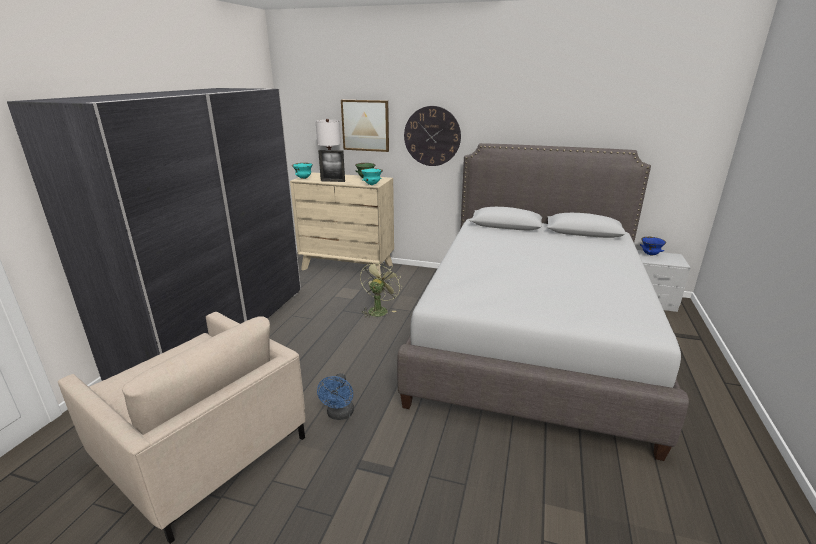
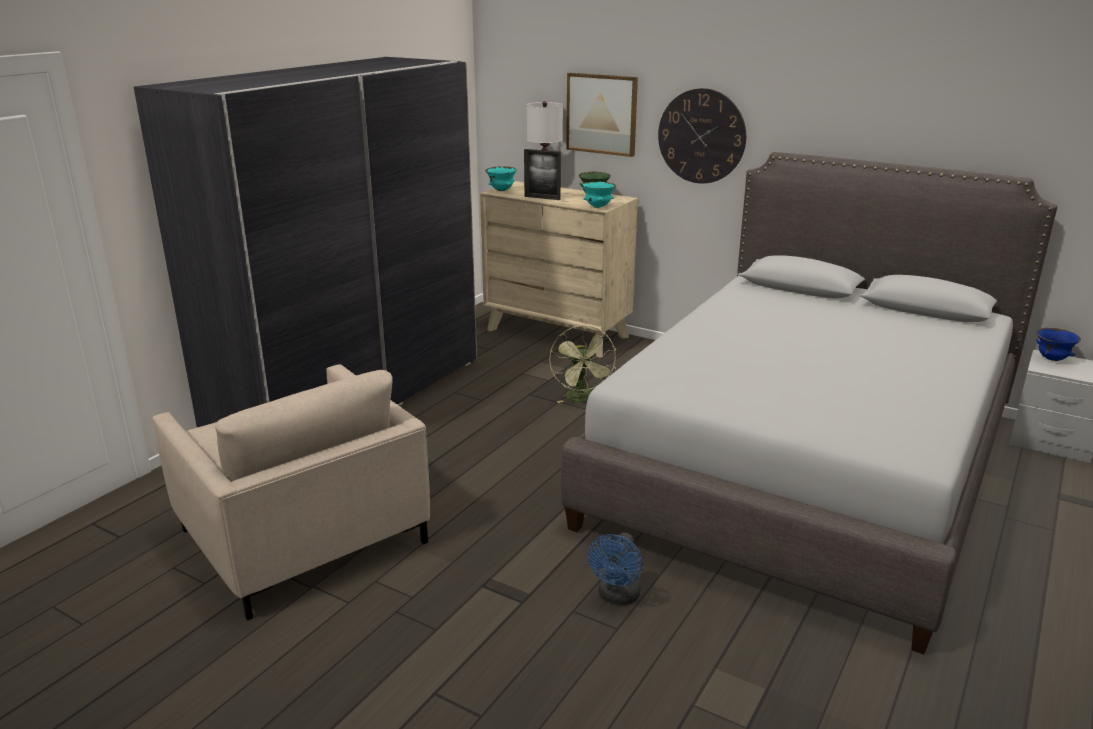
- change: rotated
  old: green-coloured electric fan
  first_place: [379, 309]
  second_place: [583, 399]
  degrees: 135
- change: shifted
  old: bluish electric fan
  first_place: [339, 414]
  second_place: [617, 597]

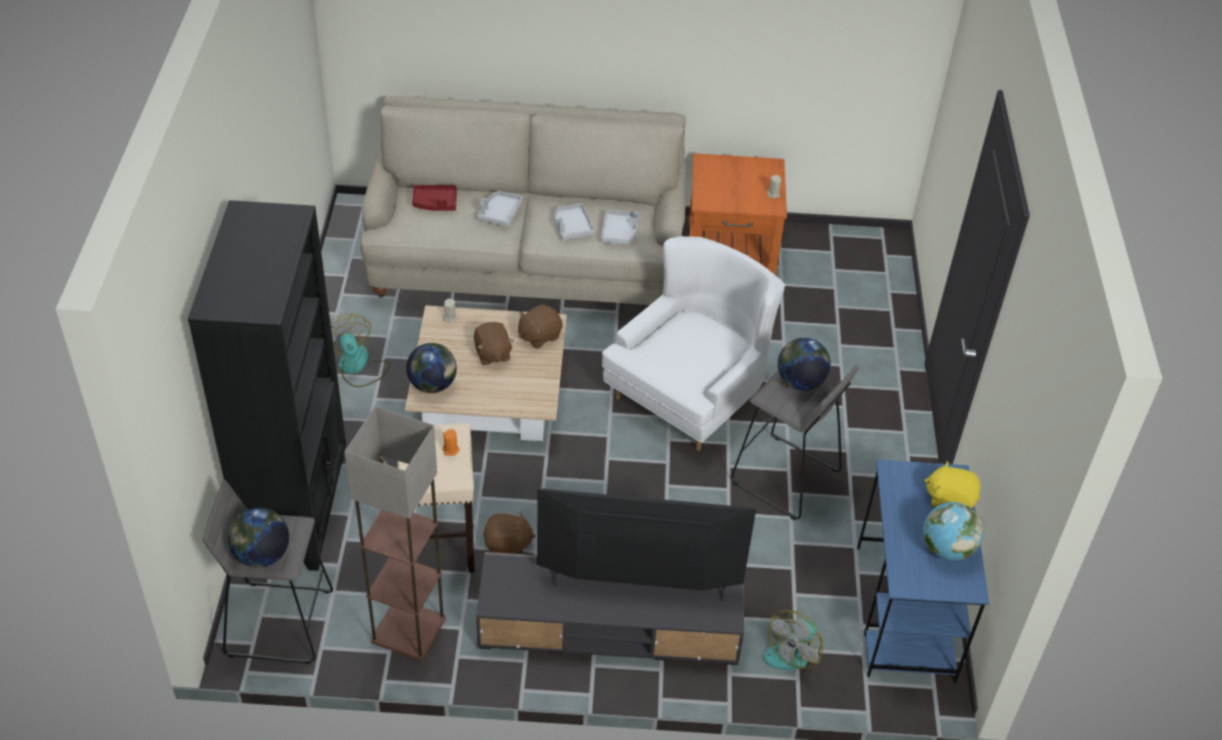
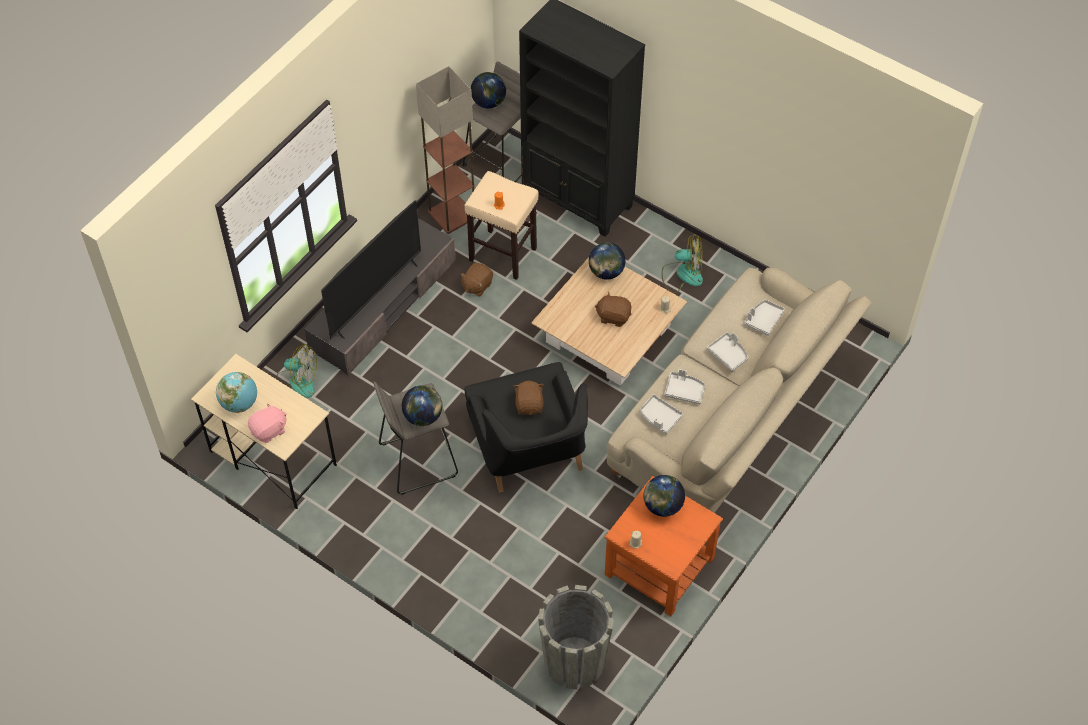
- change: repainted
  old: red tray
  new: grey tray
  first_place: [435, 203]
  second_place: [763, 320]
- change: repainted
  old: whitish easy chair
  new: blackish easy chair
  first_place: [690, 393]
  second_place: [529, 449]
- change: shifted
  old: brownish cuddly toy
  first_place: [539, 336]
  second_place: [529, 405]
- change: repainted
  old: bluish desk table
  new: beige-coloured desk table
  first_place: [905, 613]
  second_place: [272, 457]
- change: repainted
  old: yellowish cuddly toy
  new: pinkish cuddly toy
  first_place: [950, 499]
  second_place: [269, 430]
- change: rotated
  old: electric fan
  first_place: [793, 650]
  second_place: [295, 383]
  degrees: 120
- change: new
  new: globe
  second_place: [662, 506]
- change: new
  new: grey planter
  second_place: [574, 661]

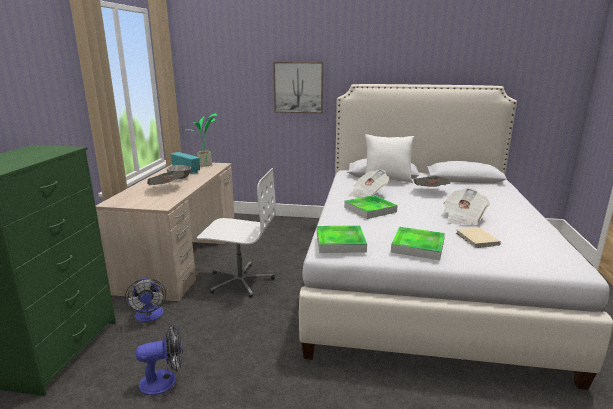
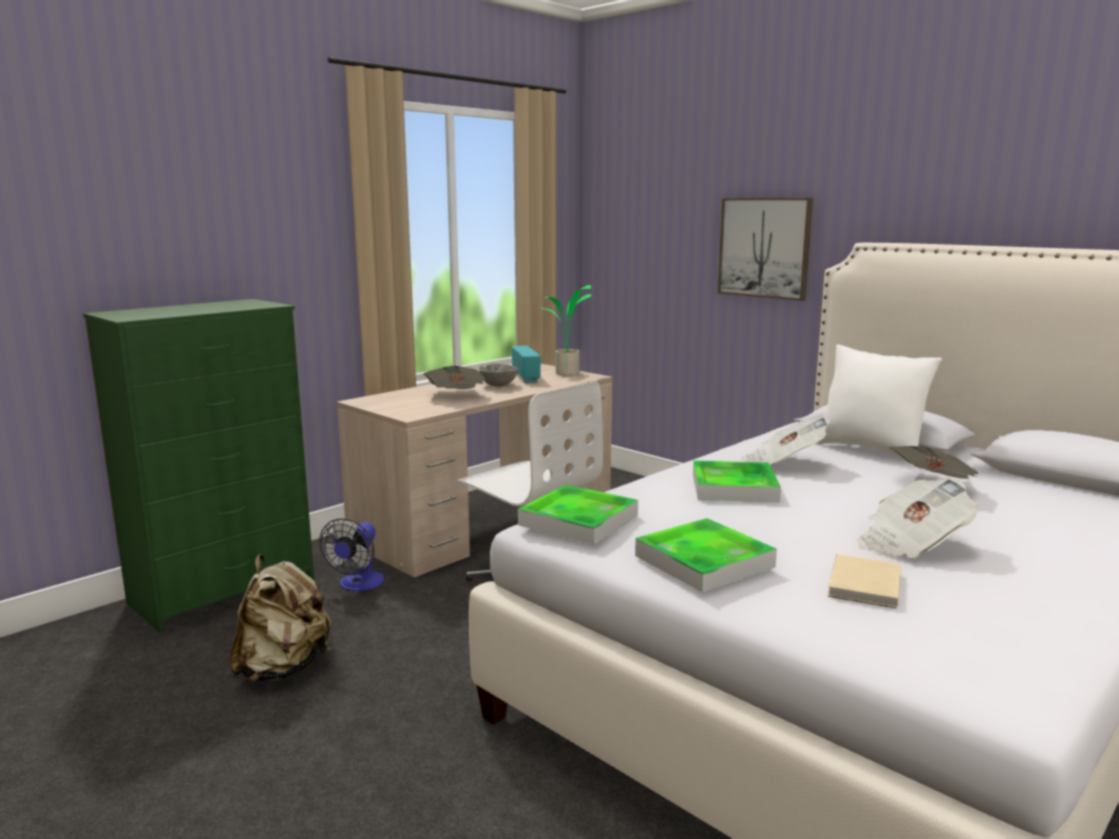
- change: swapped
  old: electric fan
  new: beige-coloured backpack
  first_place: [165, 381]
  second_place: [283, 669]

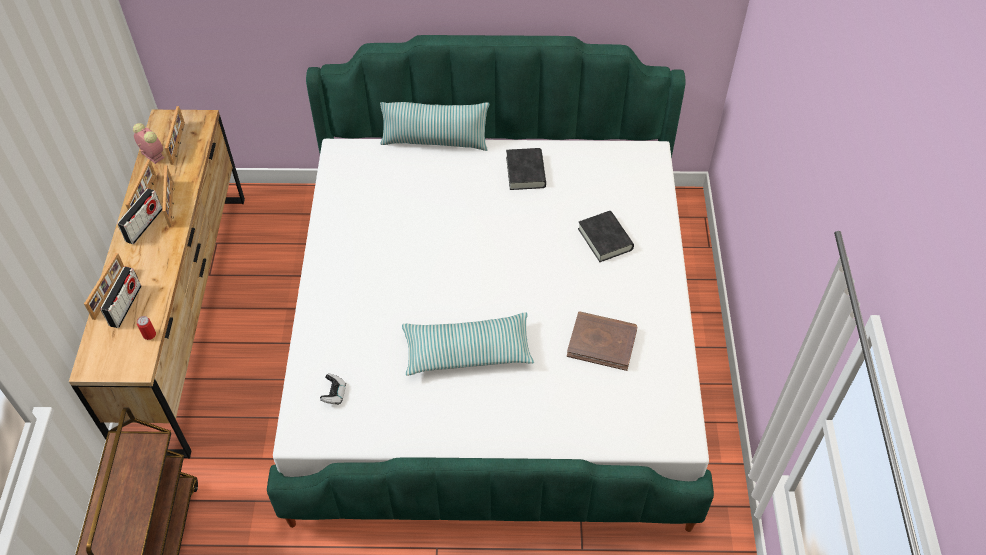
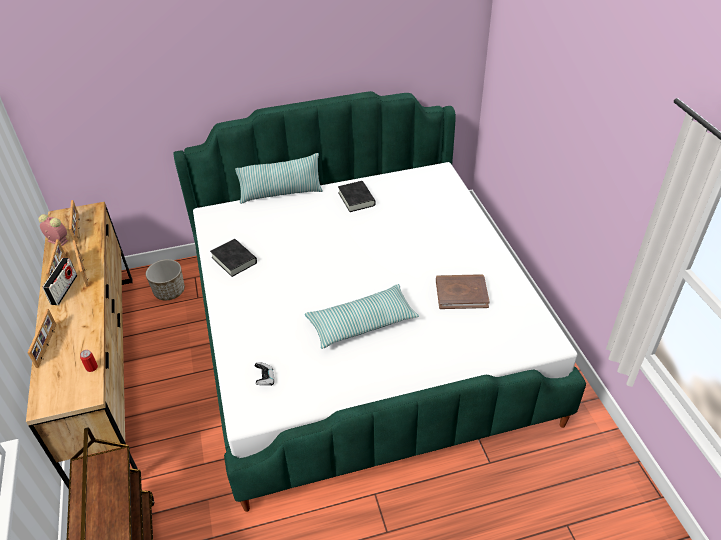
- change: shifted
  old: blackish bound book
  first_place: [605, 239]
  second_place: [234, 260]
- change: gone
  old: radio receiver
  first_place: [125, 306]
- change: new
  new: planter
  second_place: [169, 291]

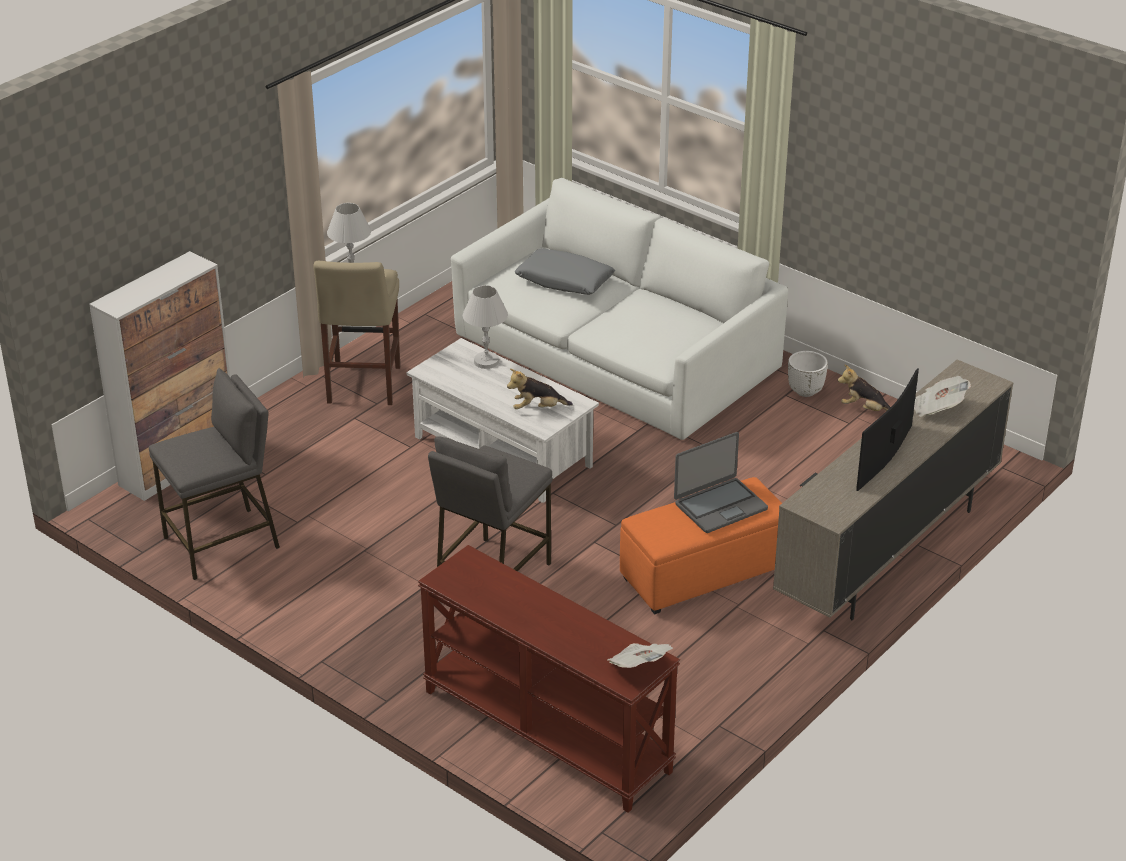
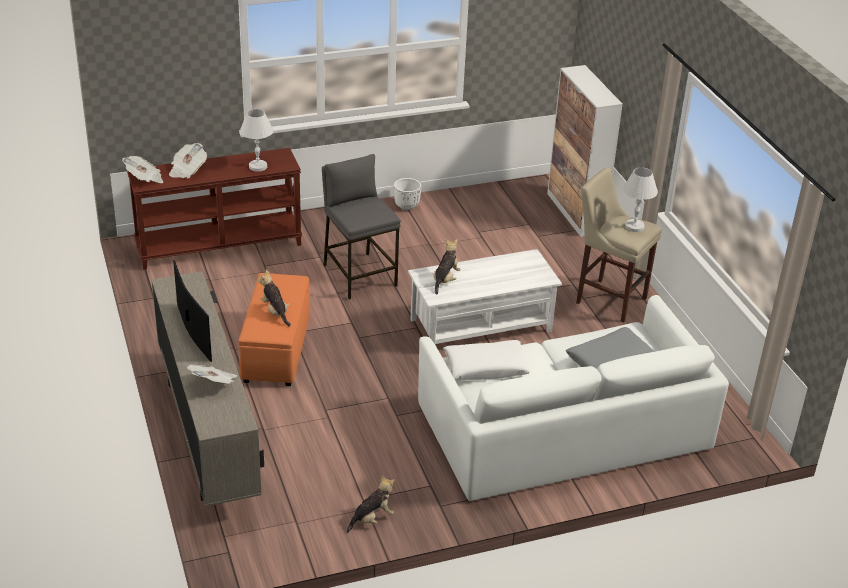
- change: shifted
  old: whitish tabletop lamp
  first_place: [486, 361]
  second_place: [258, 166]
- change: shifted
  old: whitish planter
  first_place: [805, 391]
  second_place: [406, 207]
- change: gone
  old: grey stool
  first_place: [222, 543]
- change: swapped
  old: notebook computer
  new: cuddly toy
  first_place: [720, 506]
  second_place: [275, 312]
- change: new
  new: newspaper
  second_place: [187, 170]
- change: new
  new: whitish pillow
  second_place: [485, 367]

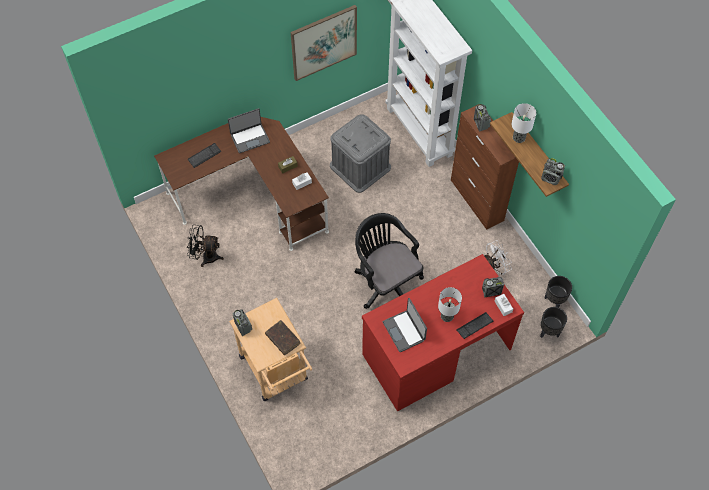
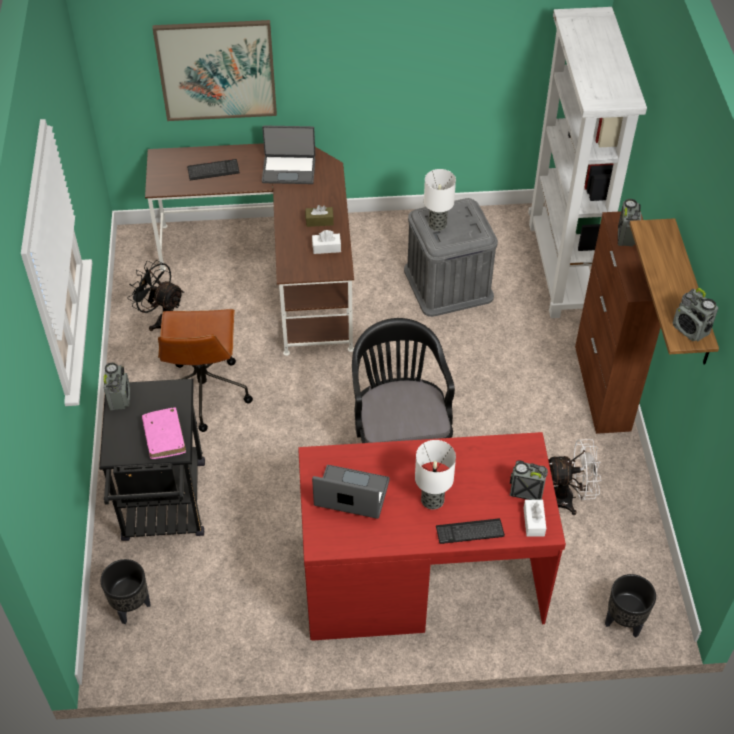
- change: shifted
  old: picture
  first_place: [324, 42]
  second_place: [217, 70]
- change: shifted
  old: tabletop lamp
  first_place: [518, 138]
  second_place: [437, 224]
- change: shifted
  old: blackish planter
  first_place: [554, 301]
  second_place: [131, 607]
- change: repainted
  old: beige-coloured trolley
  new: blackish trolley
  first_place: [276, 373]
  second_place: [164, 509]
- change: rotated
  old: notebook computer
  first_place: [404, 331]
  second_place: [351, 495]
  degrees: 105
- change: repainted
  old: brownish bound book
  new: pinkish bound book
  first_place: [282, 339]
  second_place: [164, 437]
- change: new
  new: brownish desk chair
  second_place: [204, 391]

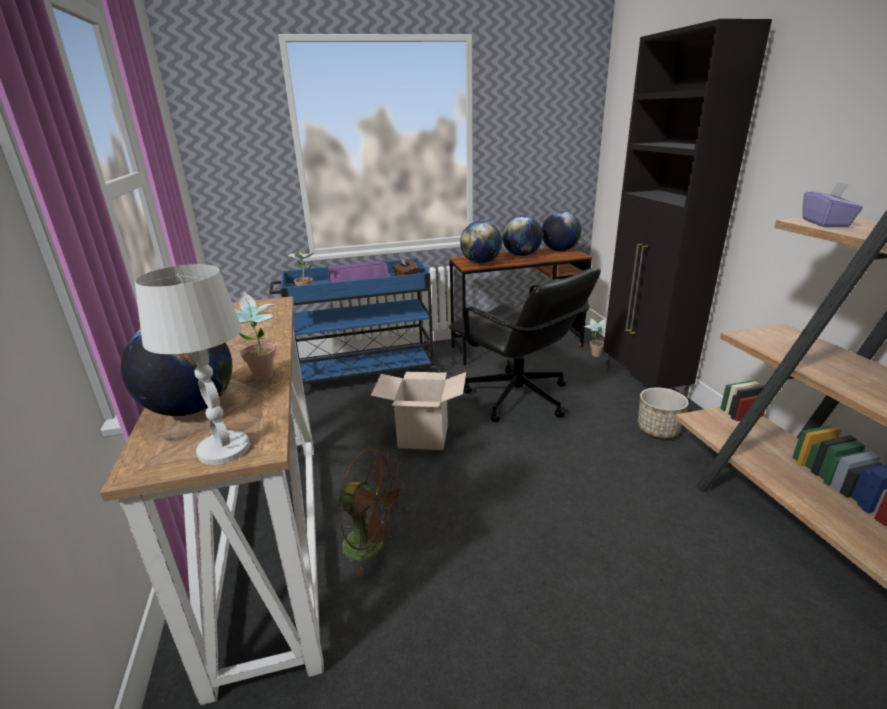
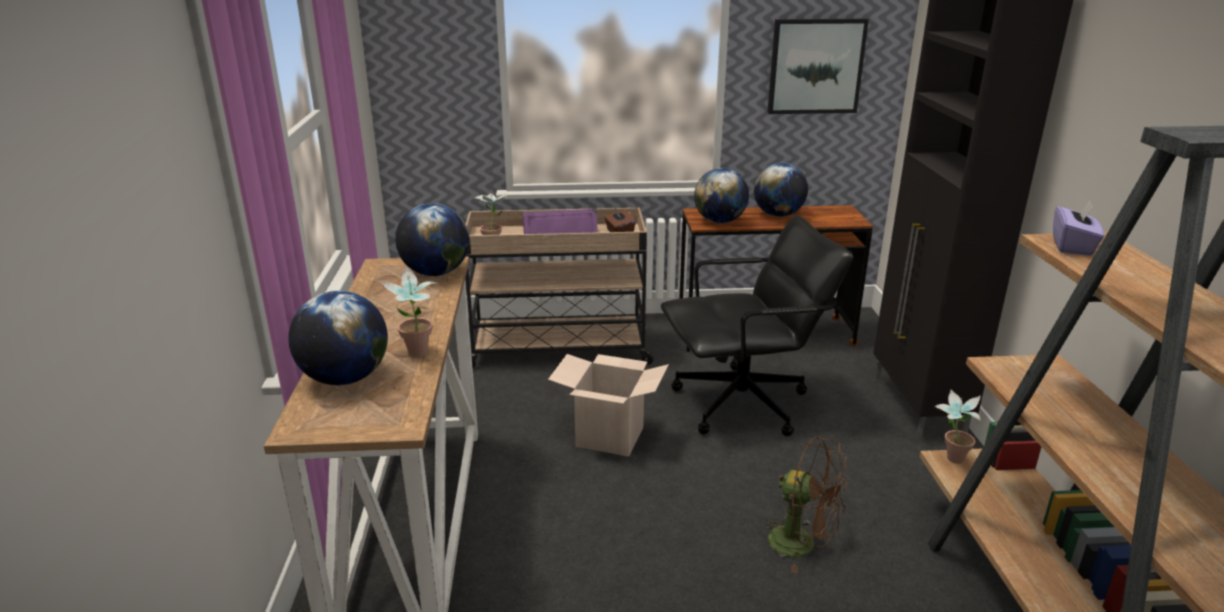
- change: shifted
  old: globe
  first_place: [559, 250]
  second_place: [436, 273]
- change: repainted
  old: bluish trolley
  new: beige-coloured trolley
  first_place: [363, 374]
  second_place: [556, 348]
- change: gone
  old: whitish tabletop lamp
  first_place: [223, 449]
- change: rotated
  old: blackish desk chair
  first_place: [518, 398]
  second_place: [743, 404]
  degrees: -75
- change: shifted
  old: houseplant
  first_place: [593, 355]
  second_place: [949, 459]
- change: gone
  old: planter
  first_place: [658, 430]
- change: shifted
  old: brownish electric fan
  first_place: [373, 546]
  second_place: [802, 545]
- change: new
  new: picture
  second_place: [815, 66]

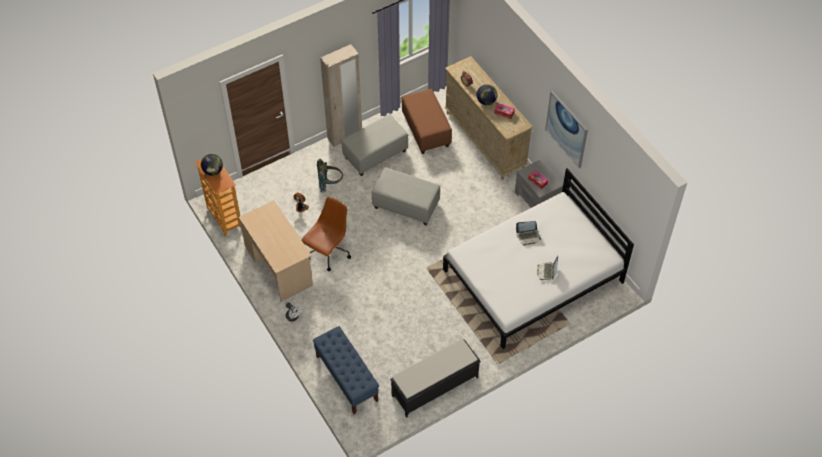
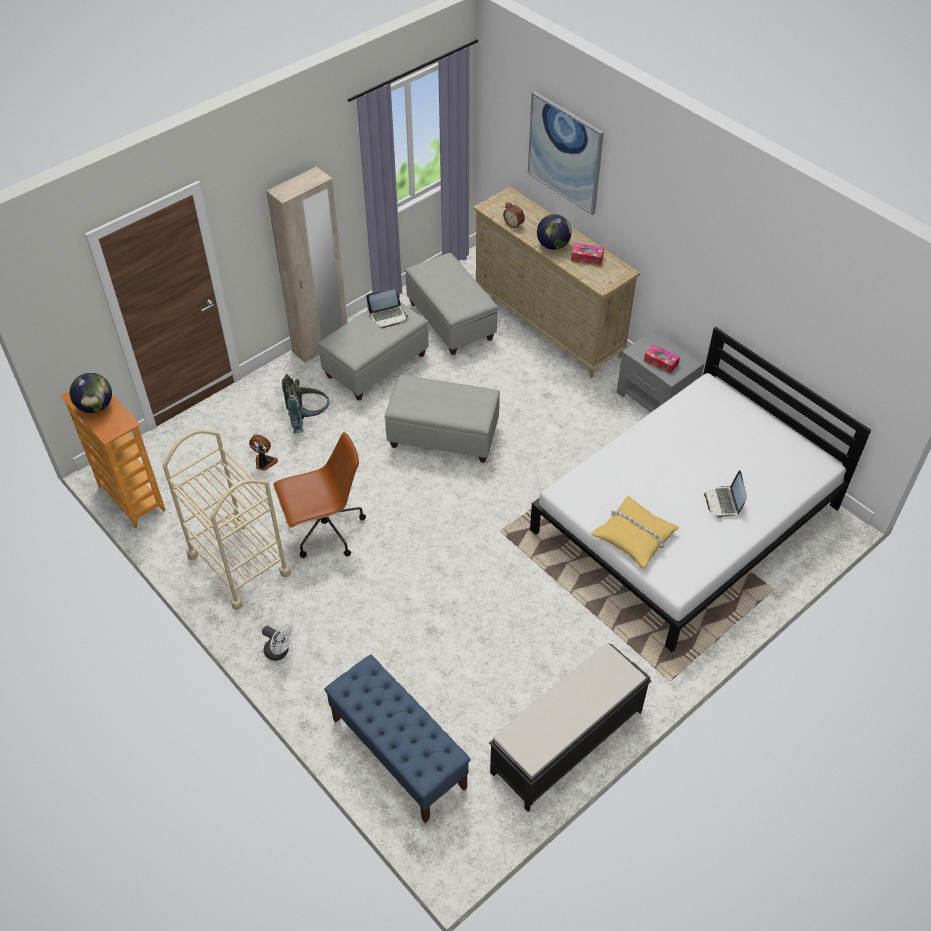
- change: repainted
  old: brownish pouffe
  new: grey pouffe
  first_place: [426, 131]
  second_place: [451, 321]
- change: shifted
  old: picture
  first_place: [566, 129]
  second_place: [565, 153]
- change: rotated
  old: brownish desk chair
  first_place: [328, 253]
  second_place: [325, 531]
  degrees: 45
- change: swapped
  old: beige-coloured desk table
  new: beige-coloured trolley
  first_place: [278, 265]
  second_place: [238, 564]
- change: shifted
  old: notebook computer
  first_place: [528, 236]
  second_place: [388, 316]
- change: new
  new: yellowish pillow
  second_place: [634, 536]

